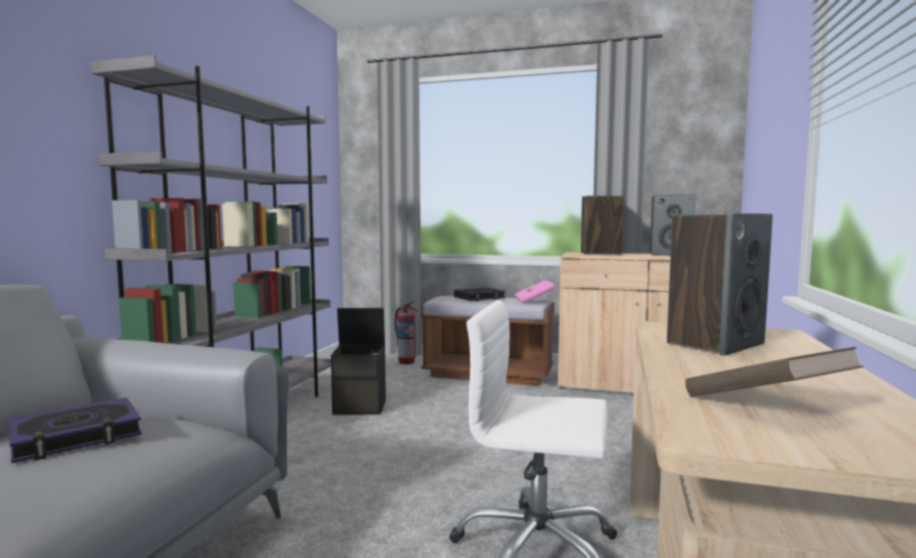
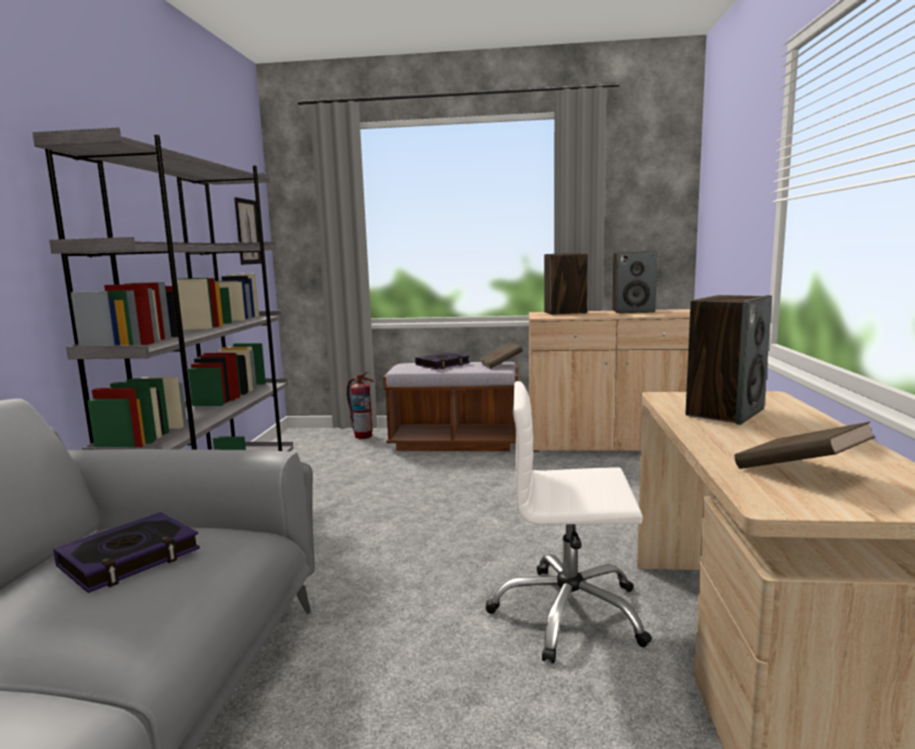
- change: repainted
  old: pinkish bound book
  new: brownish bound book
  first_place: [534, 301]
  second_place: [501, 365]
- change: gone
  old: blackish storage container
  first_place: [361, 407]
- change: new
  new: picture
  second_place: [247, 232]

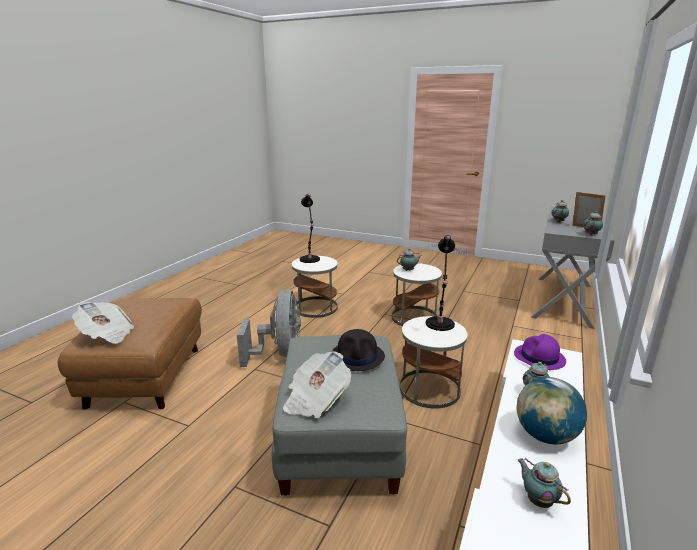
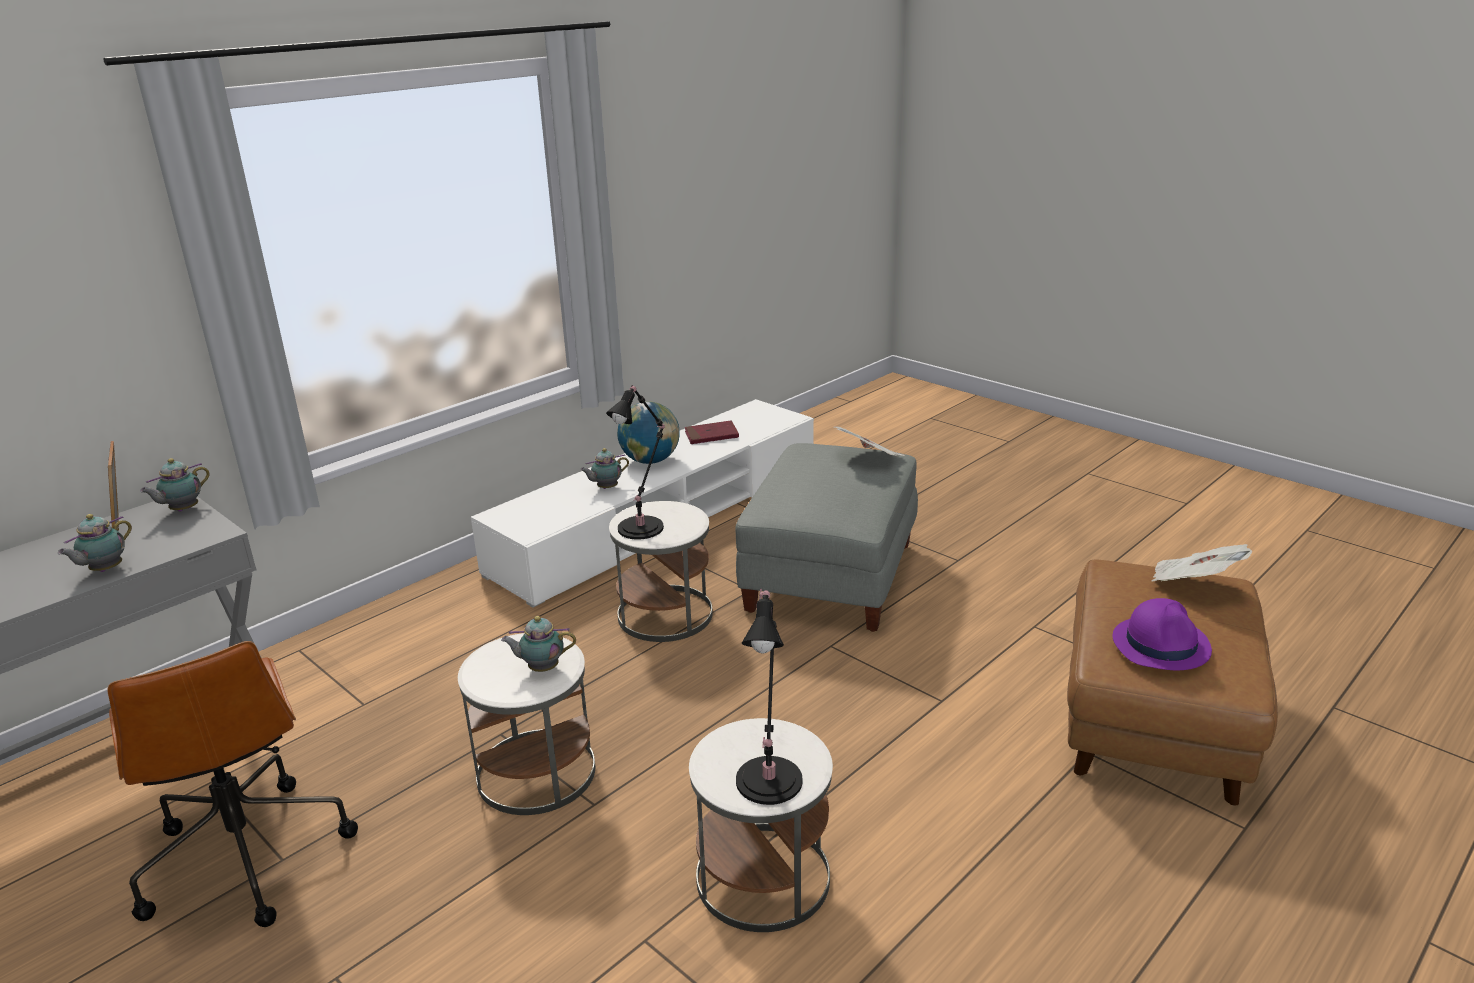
- change: gone
  old: grey electric fan
  first_place: [279, 353]
- change: gone
  old: blackish wearable hat
  first_place: [357, 357]
- change: shifted
  old: purplish wearable hat
  first_place: [539, 358]
  second_place: [1161, 644]
- change: swapped
  old: teapot
  new: red bound book
  first_place: [538, 500]
  second_place: [711, 435]
- change: new
  new: brownish desk chair
  second_place: [245, 855]

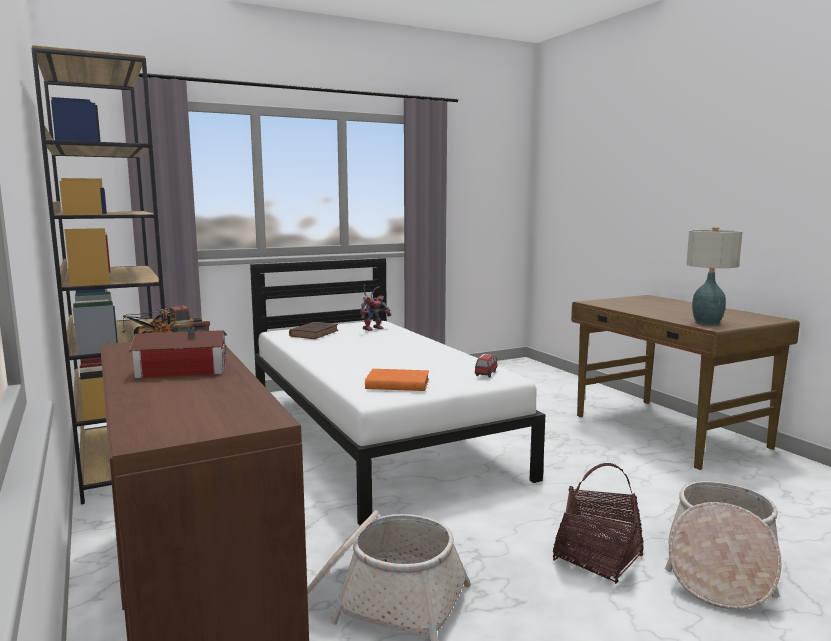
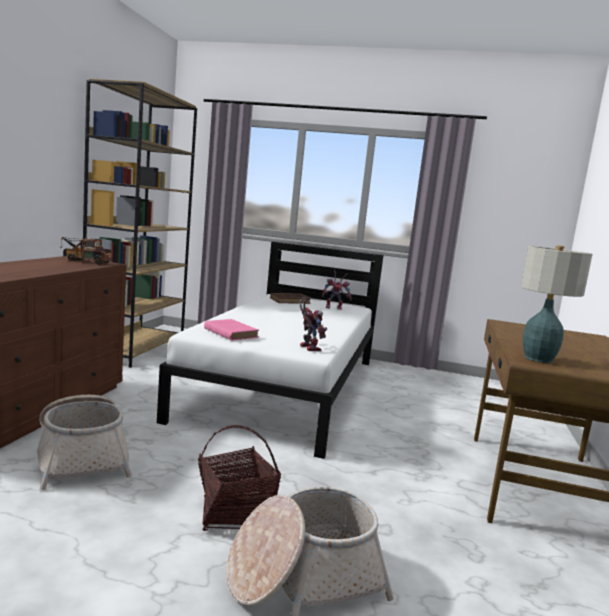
- change: gone
  old: model house
  first_place: [180, 369]
- change: swapped
  old: model car
  new: robot figure
  first_place: [486, 374]
  second_place: [307, 347]
- change: repainted
  old: orangey bound book
  new: pinkish bound book
  first_place: [395, 384]
  second_place: [230, 333]

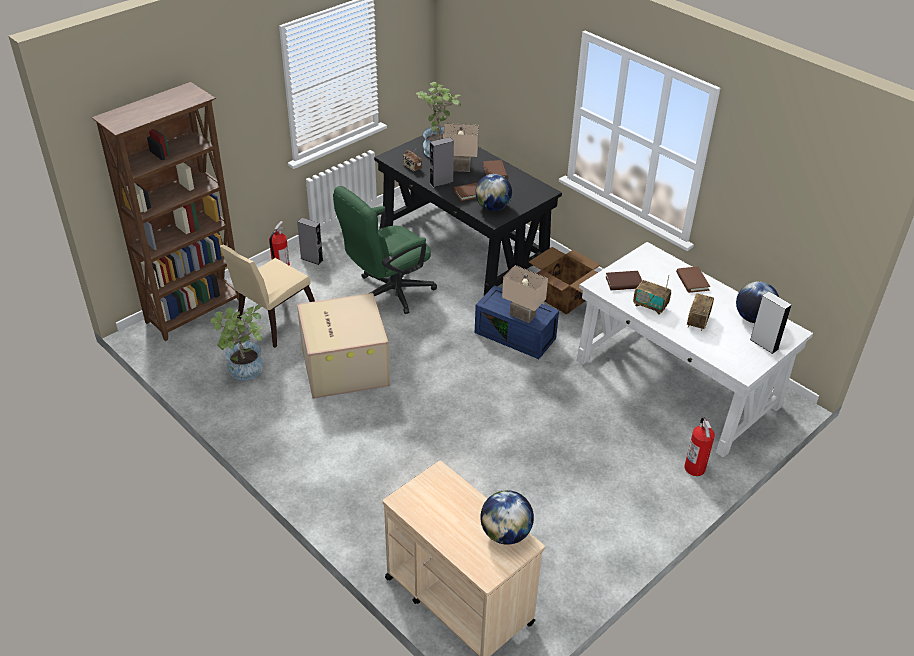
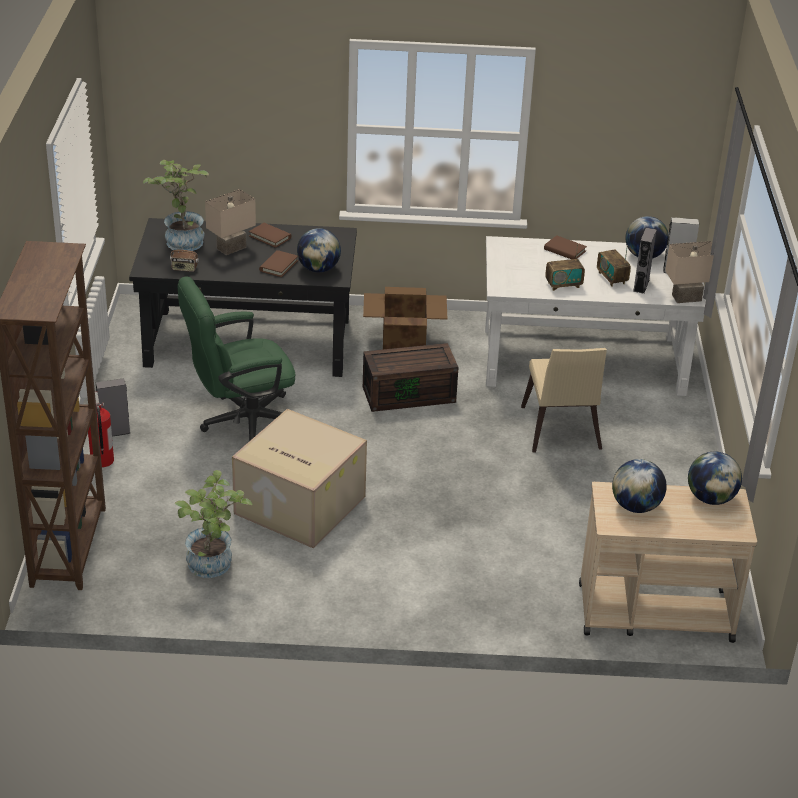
- change: shifted
  old: grey loudspeaker
  first_place: [441, 182]
  second_place: [641, 285]
- change: rotated
  old: green-coloured desk chair
  first_place: [387, 293]
  second_place: [241, 422]
  degrees: 60
- change: shifted
  old: beige-coloured plain chair
  first_place: [273, 322]
  second_place: [560, 432]
- change: shifted
  old: beige-coloured tabletop lamp
  first_place: [523, 314]
  second_place: [686, 297]
- change: gone
  old: brownish bound book
  first_place: [624, 282]
- change: repainted
  old: bluish storage container
  new: brownish storage container
  first_place: [516, 335]
  second_place: [410, 393]
- change: gone
  old: extinguisher
  first_place: [695, 468]
- change: new
  new: globe
  second_place: [636, 506]

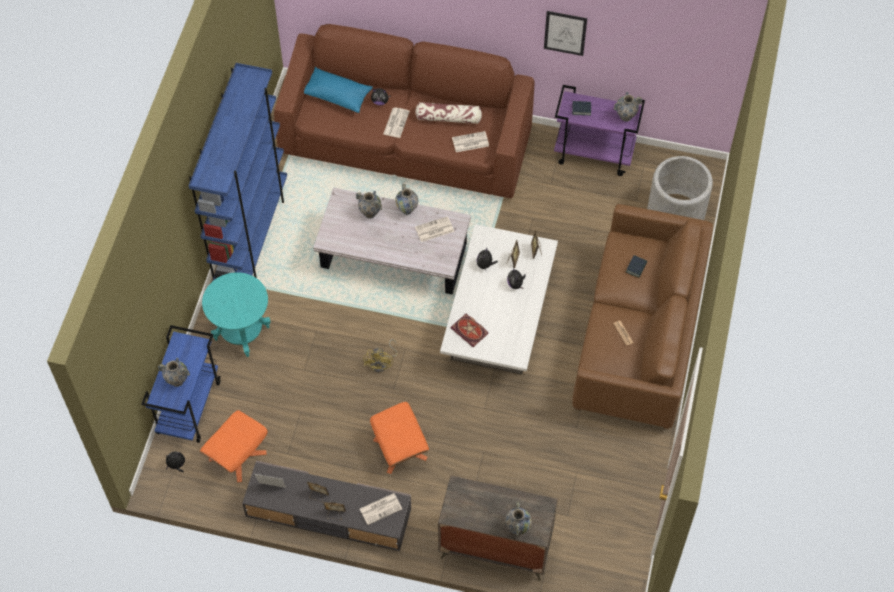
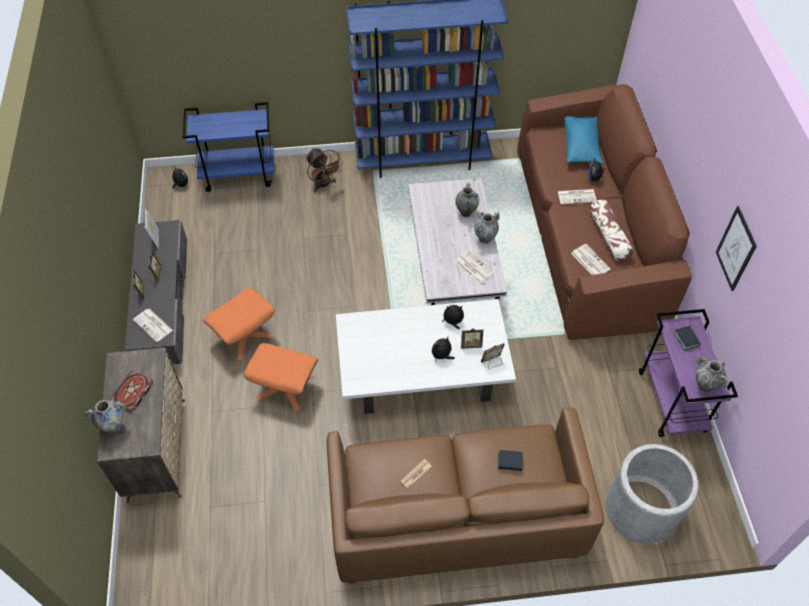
- change: swapped
  old: blue-green end table
  new: brownish electric fan
  first_place: [242, 333]
  second_place: [323, 185]
- change: shifted
  old: bound book
  first_place: [470, 331]
  second_place: [132, 393]
- change: gone
  old: yellowish electric fan
  first_place: [382, 363]
- change: gone
  old: decorative vase
  first_place: [177, 381]
- change: shifted
  old: orangey pouffe
  first_place: [237, 456]
  second_place: [285, 387]

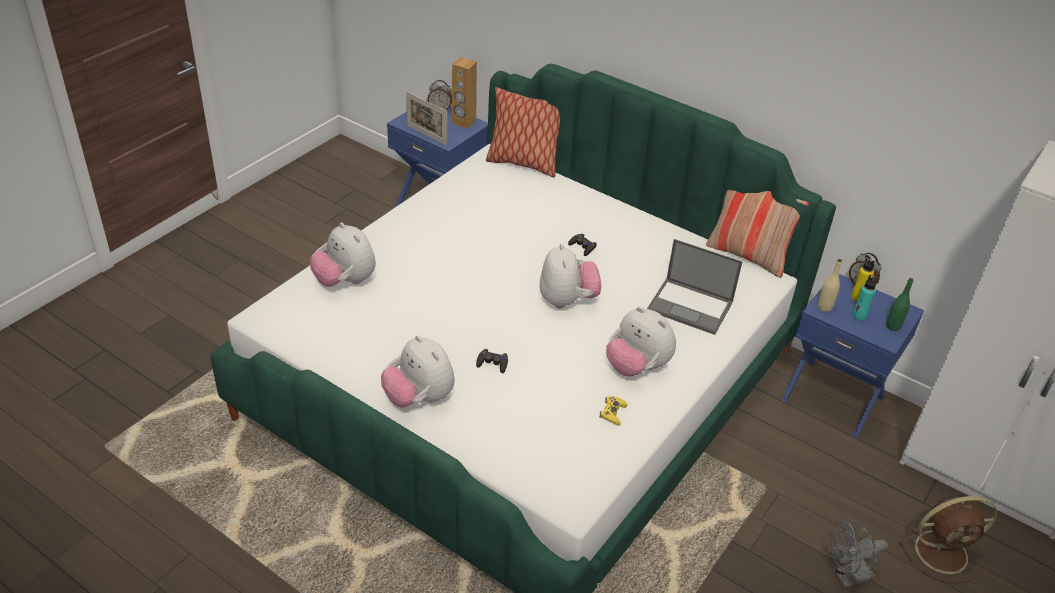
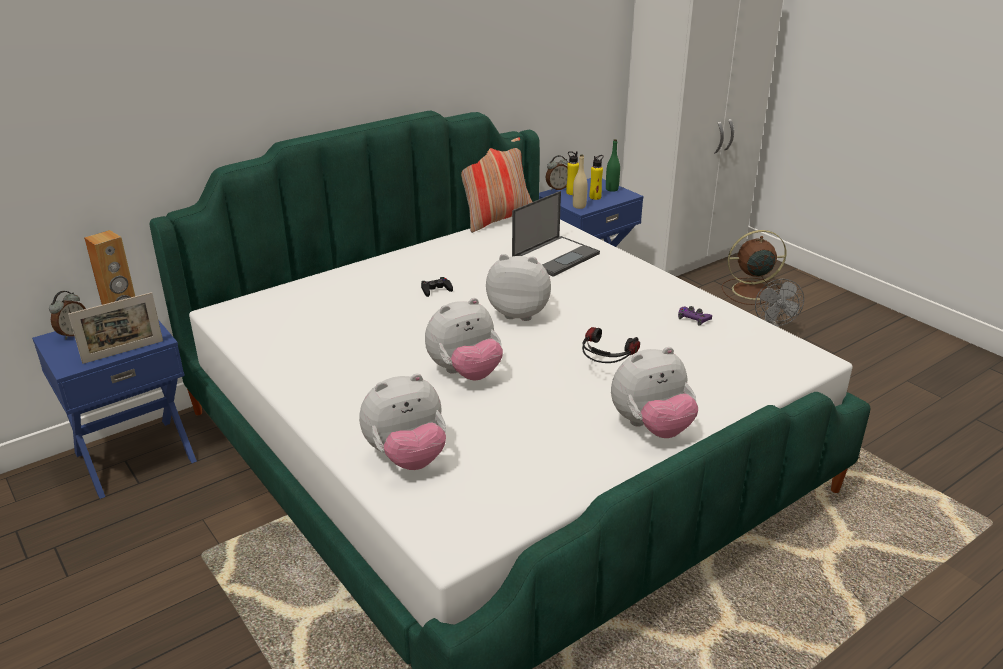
- change: gone
  old: pillow
  first_place: [523, 164]
- change: repainted
  old: blue-green bottle
  new: yellowish bottle
  first_place: [859, 316]
  second_place: [595, 197]
- change: shifted
  old: cuddly toy
  first_place: [637, 367]
  second_place: [465, 373]
- change: swapped
  old: blackish joypad
  new: headphones
  first_place: [492, 363]
  second_place: [605, 371]
- change: repainted
  old: yellowish joypad
  new: purplish joypad
  first_place: [612, 413]
  second_place: [693, 319]
- change: rotated
  old: brownish electric fan
  first_place: [943, 552]
  second_place: [749, 291]
  degrees: -105

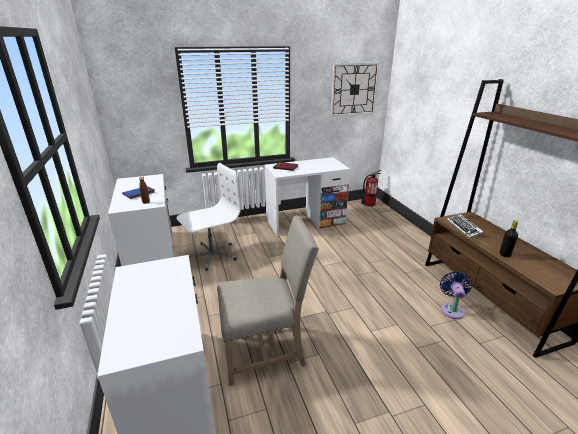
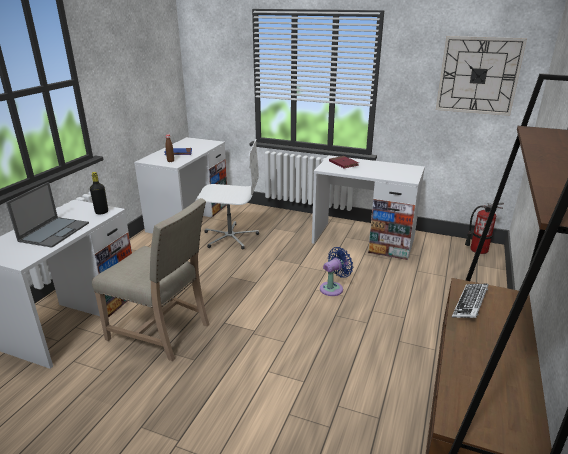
- change: shifted
  old: blackish bottle
  first_place: [505, 254]
  second_place: [101, 212]
- change: shifted
  old: bluish electric fan
  first_place: [452, 309]
  second_place: [333, 288]
- change: new
  new: notebook computer
  second_place: [54, 232]

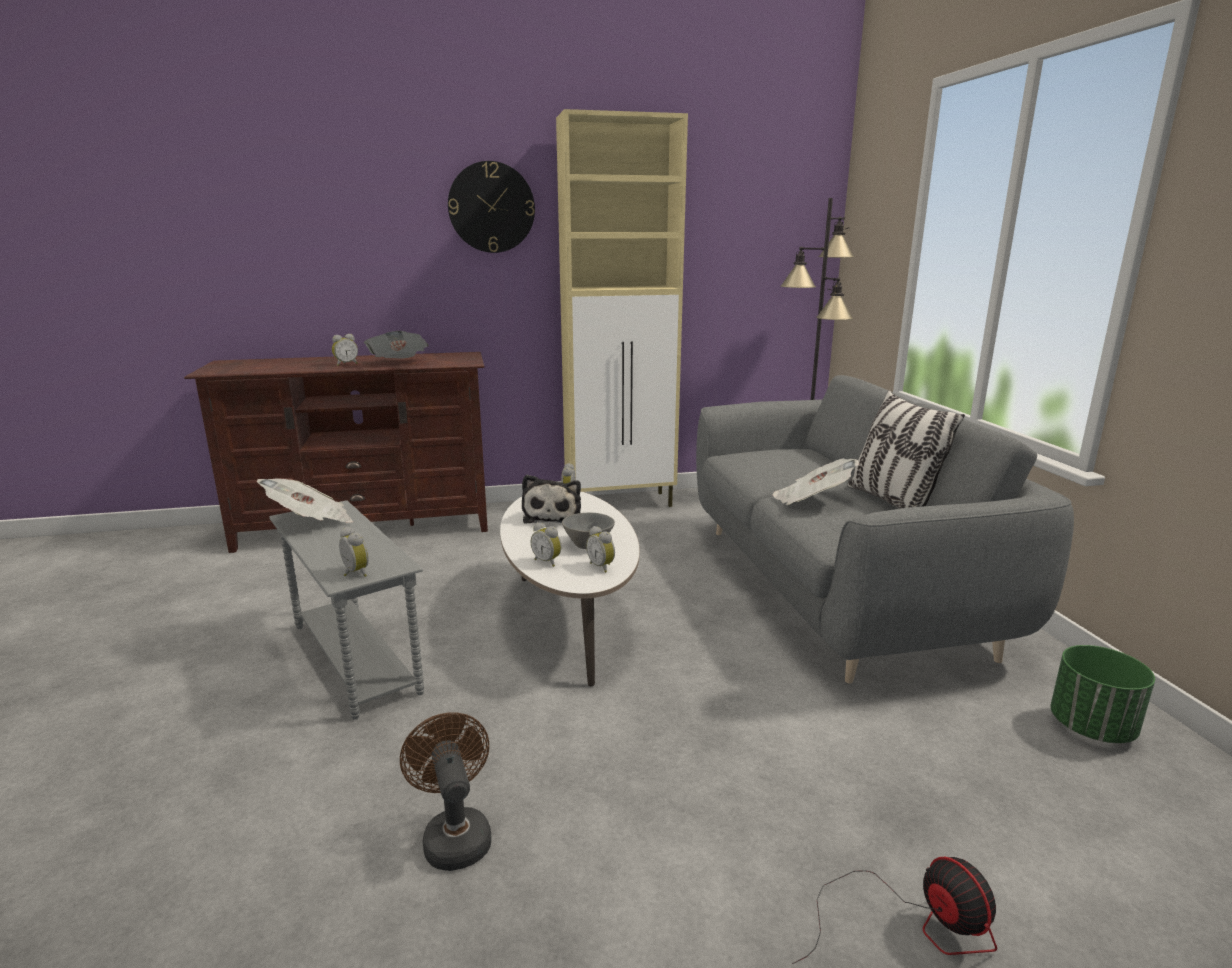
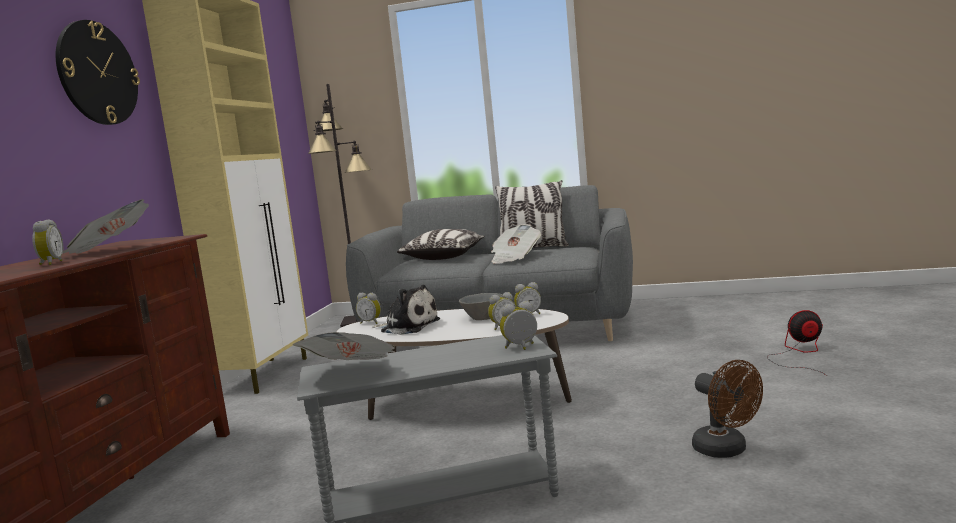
- change: gone
  old: green-coloured planter
  first_place: [1092, 728]
- change: rotated
  old: brownish electric fan
  first_place: [454, 835]
  second_place: [726, 450]
  degrees: -120
- change: new
  new: pillow
  second_place: [444, 257]

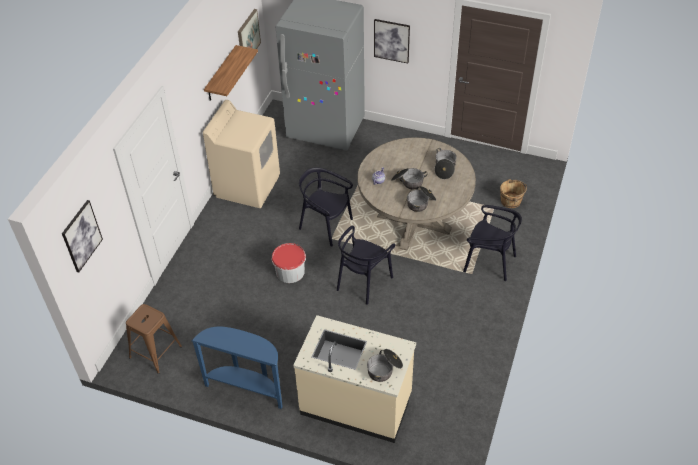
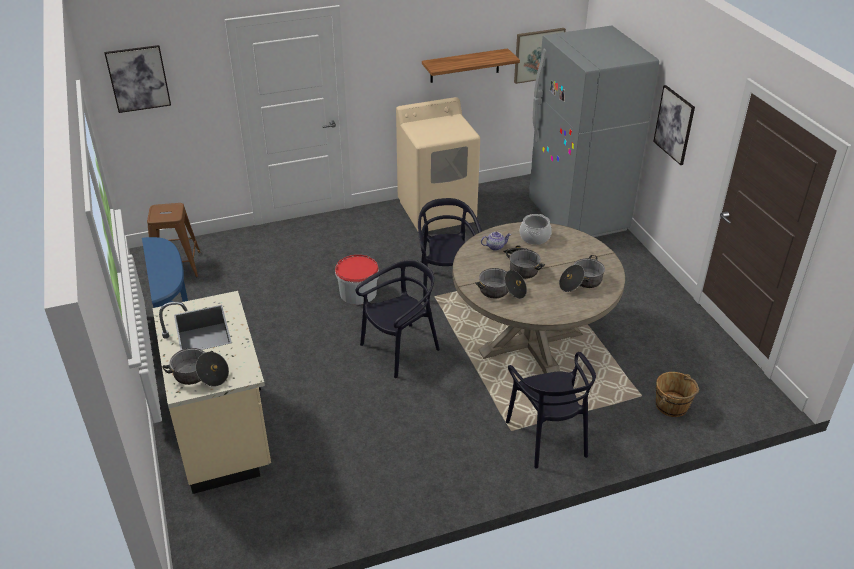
- change: rotated
  old: blackish plain chair
  first_place: [363, 282]
  second_place: [400, 349]
  degrees: 150
- change: new
  new: stockpot
  second_place: [534, 237]

